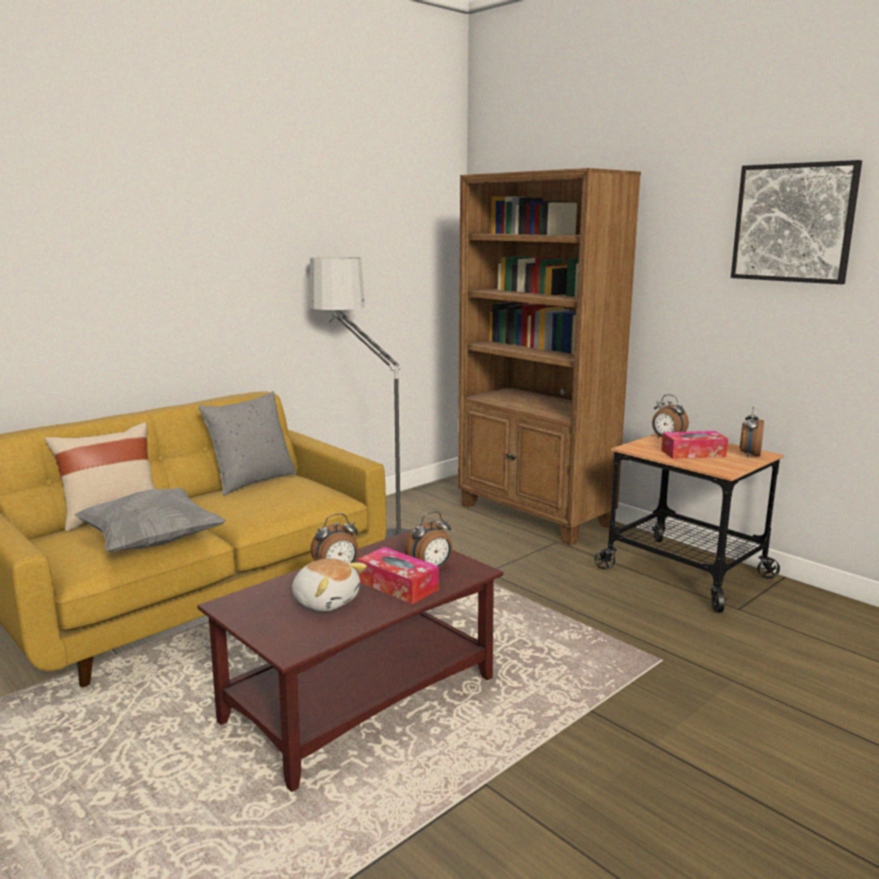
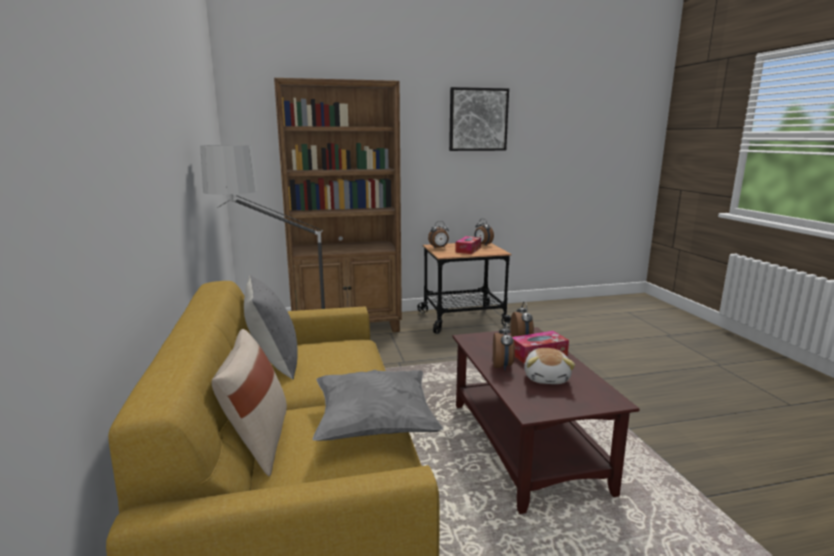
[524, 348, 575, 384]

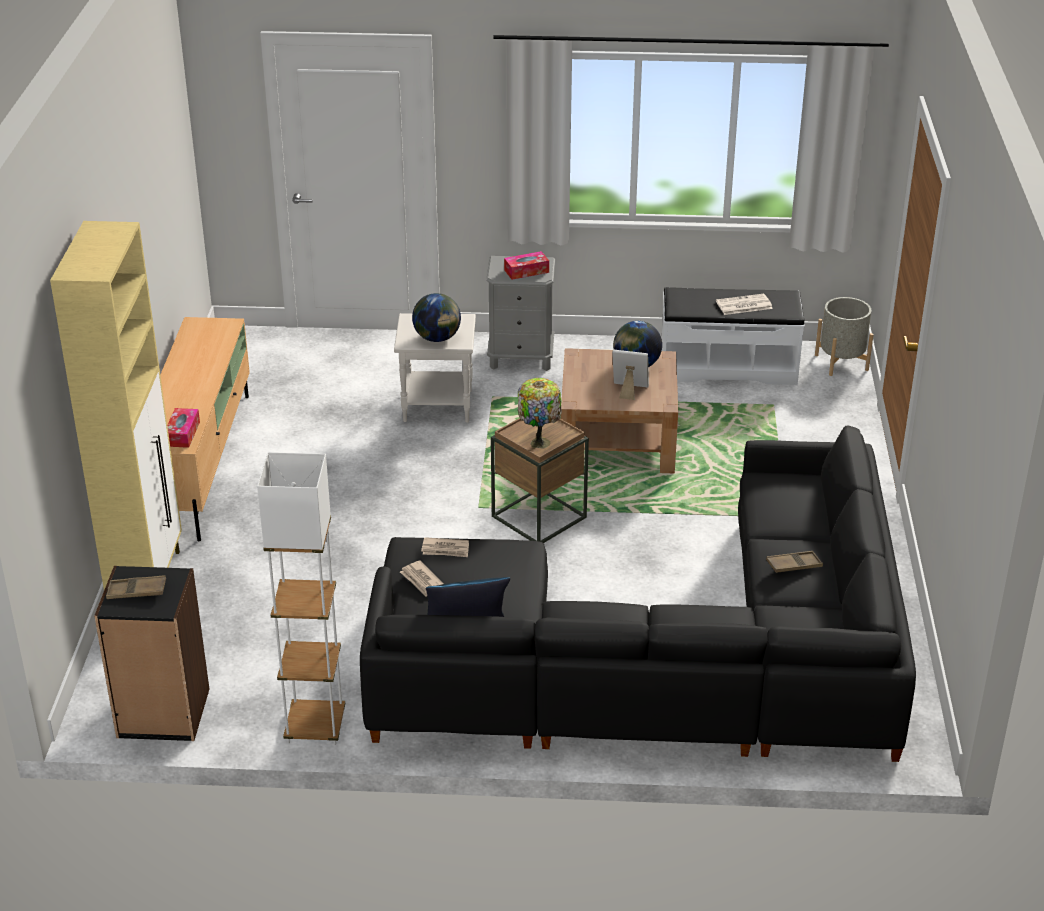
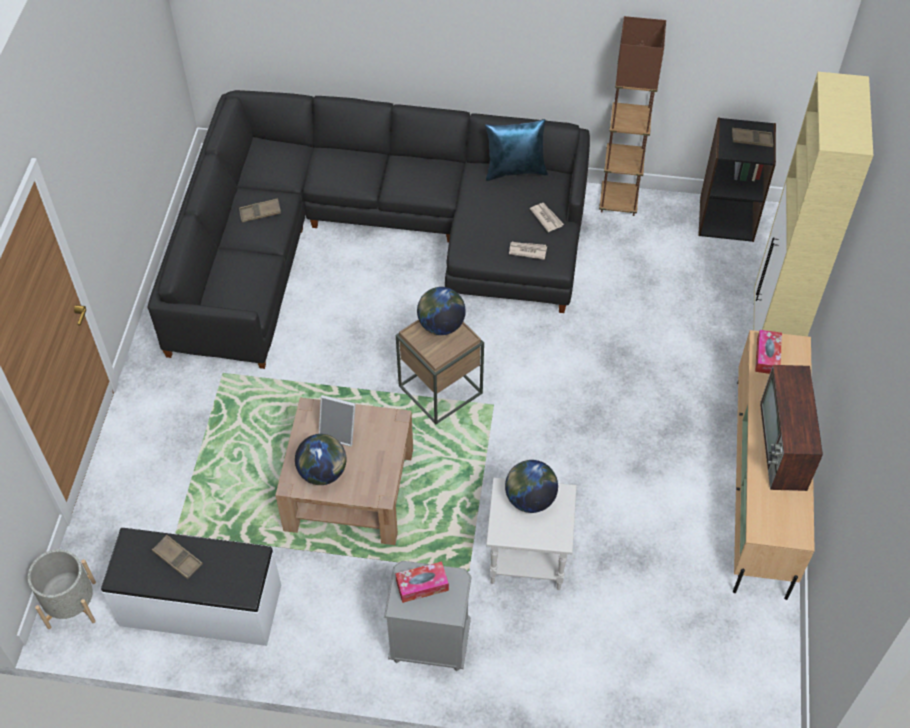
[152, 535, 203, 579]
[417, 287, 466, 335]
[599, 16, 666, 216]
[760, 365, 823, 491]

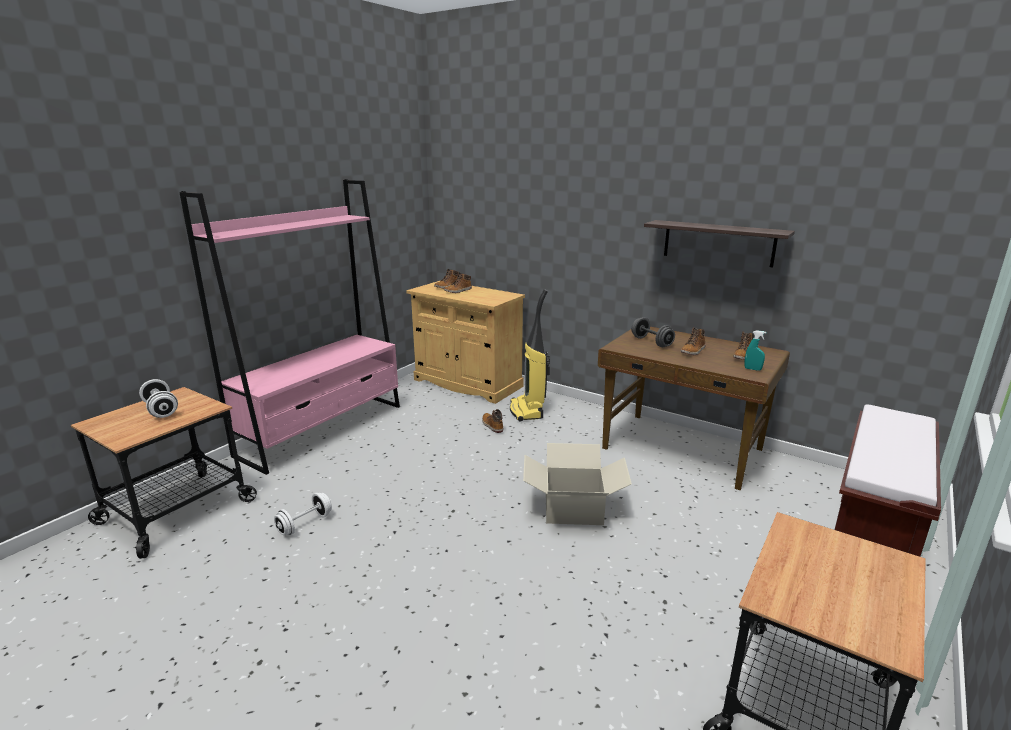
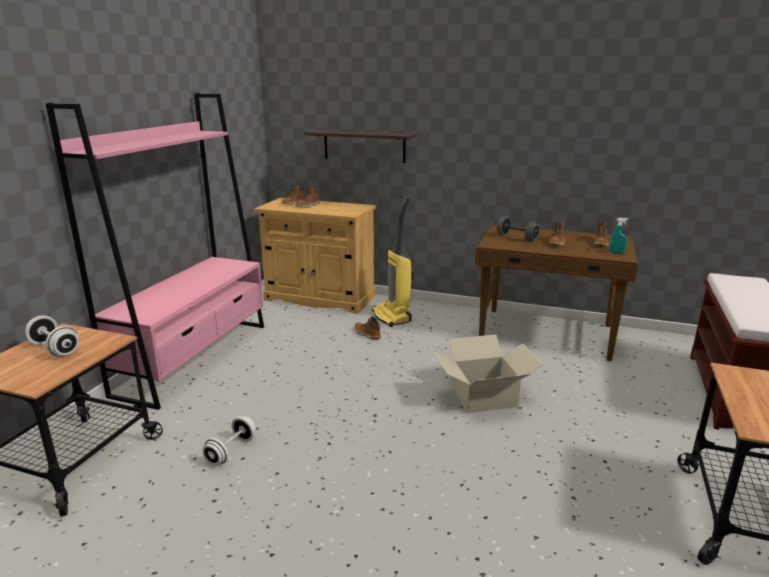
[304, 130, 416, 163]

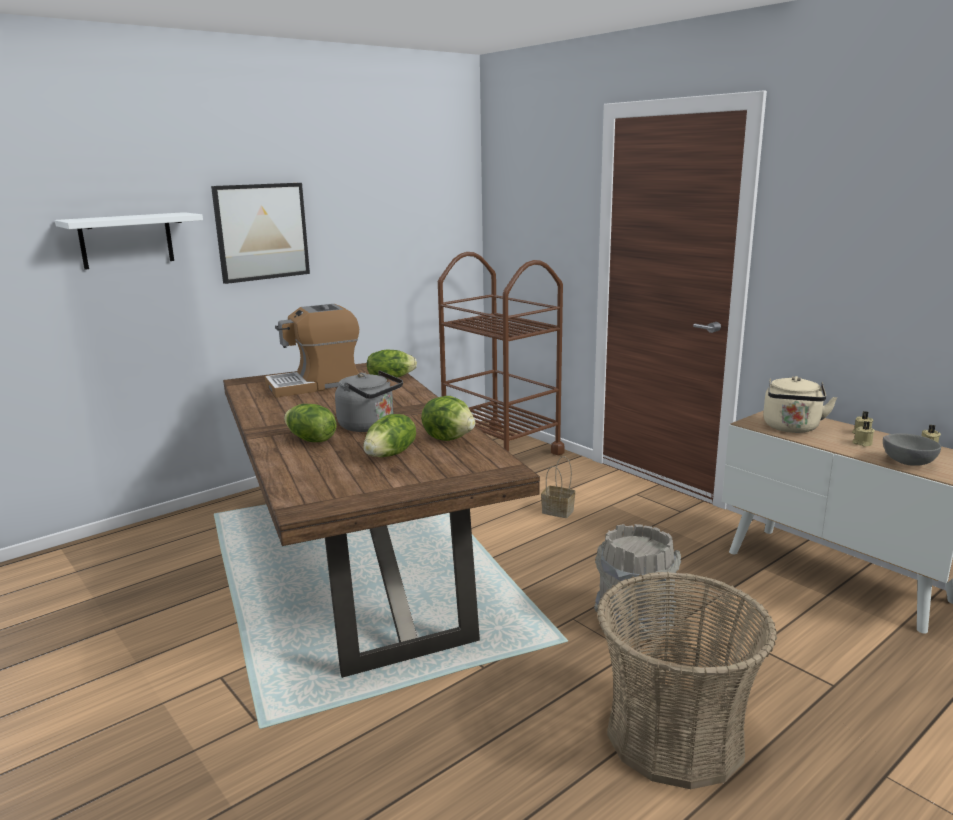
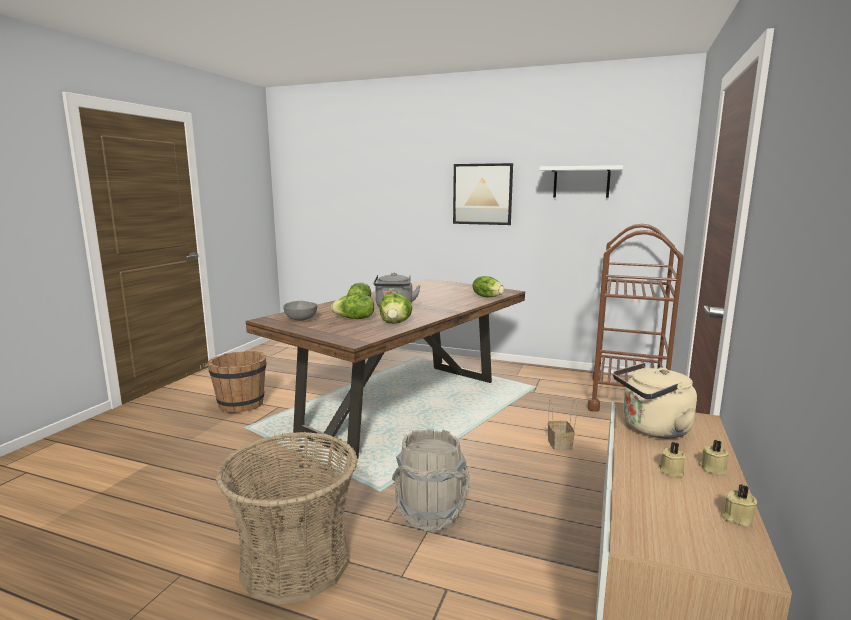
[207, 351, 266, 413]
[283, 301, 317, 321]
[539, 165, 623, 198]
[265, 304, 359, 398] (first image)

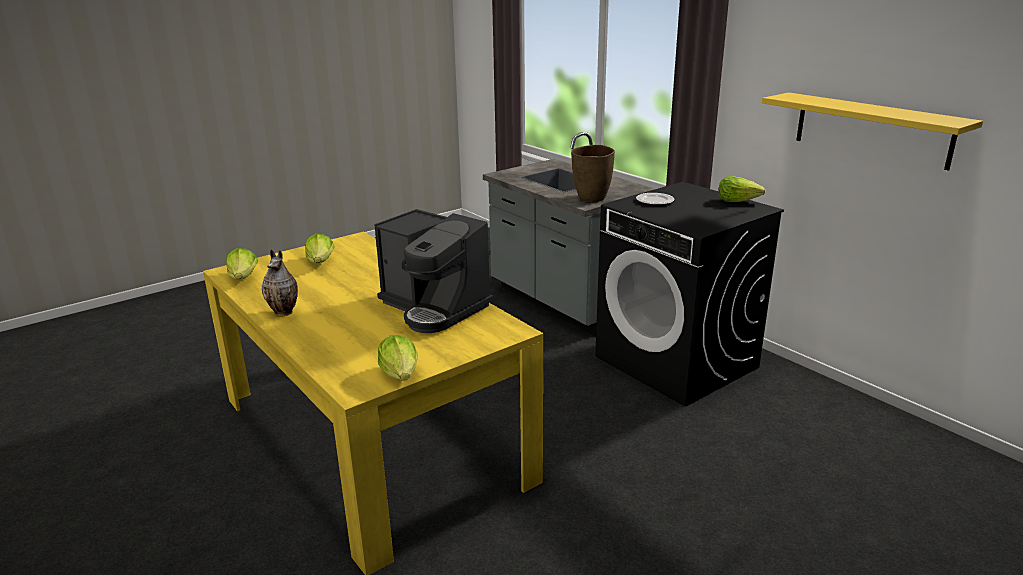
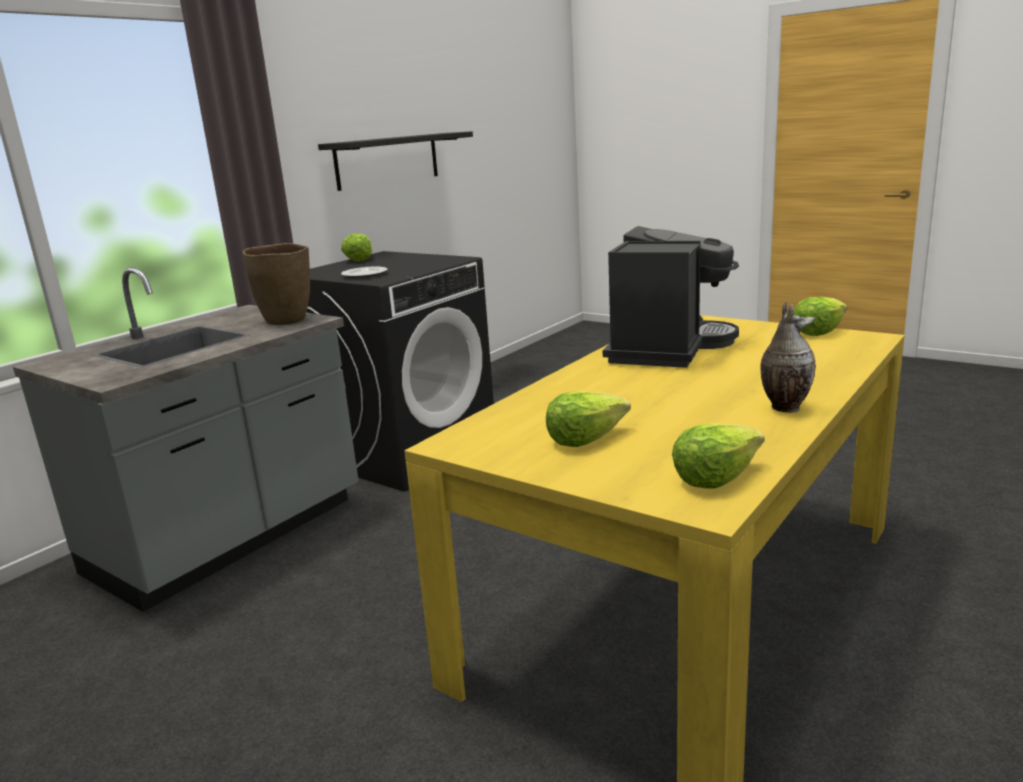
[318, 131, 473, 191]

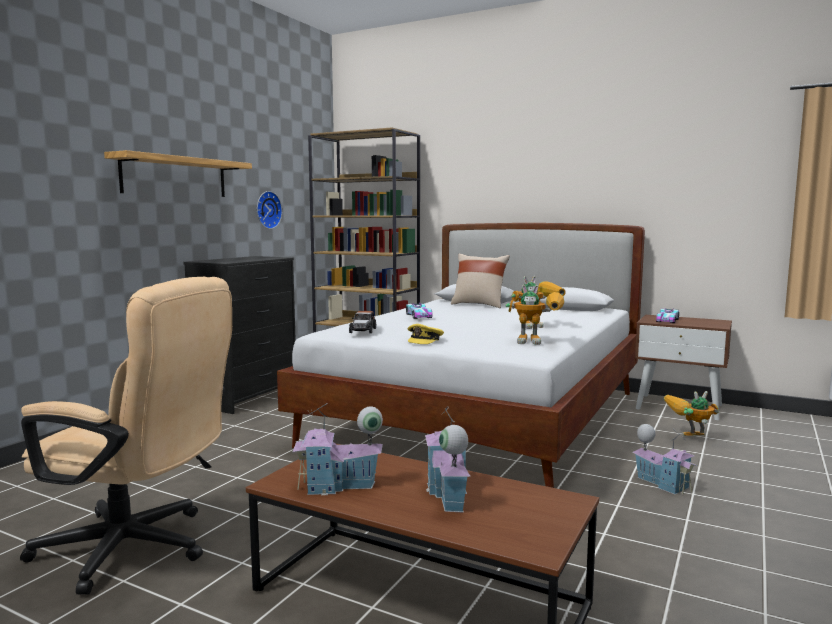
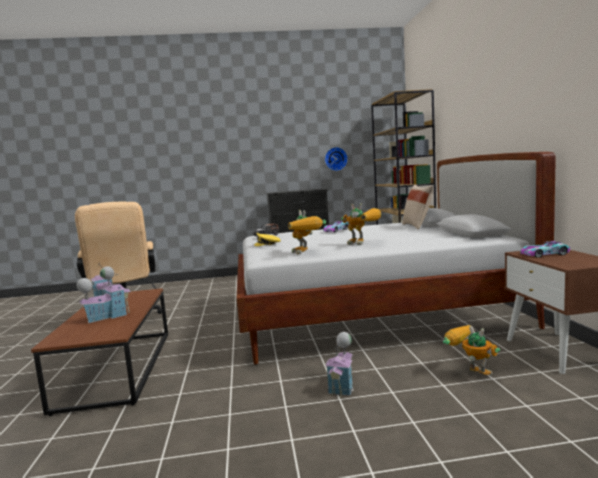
[104, 150, 252, 197] (first image)

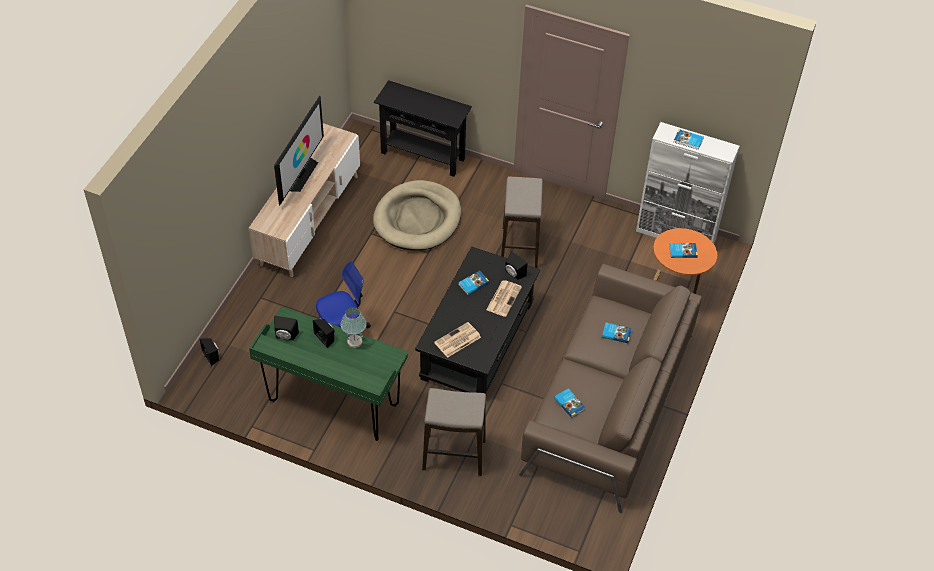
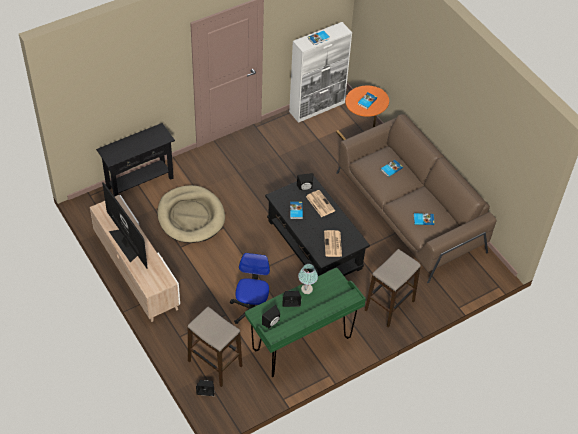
[188, 307, 242, 387]

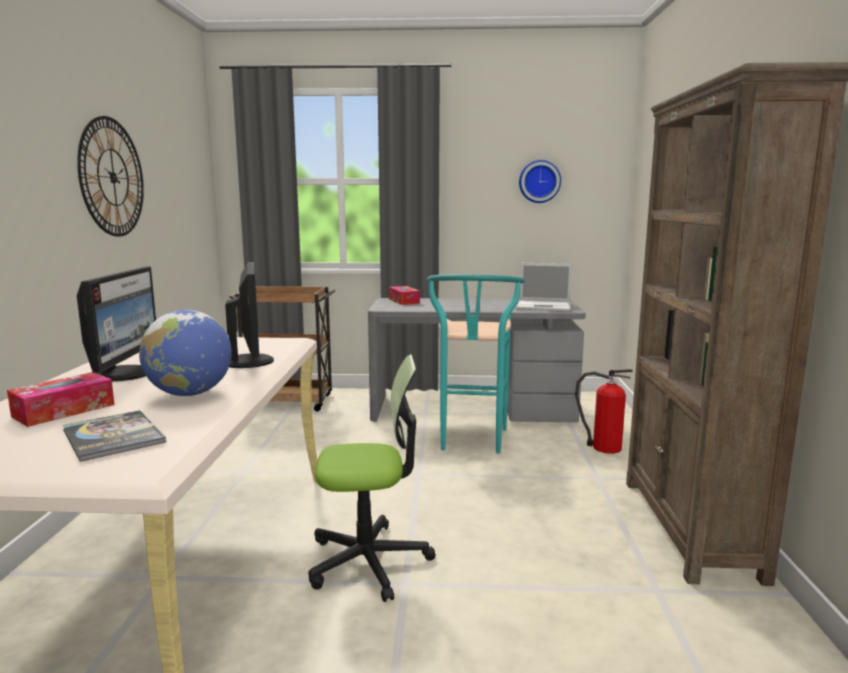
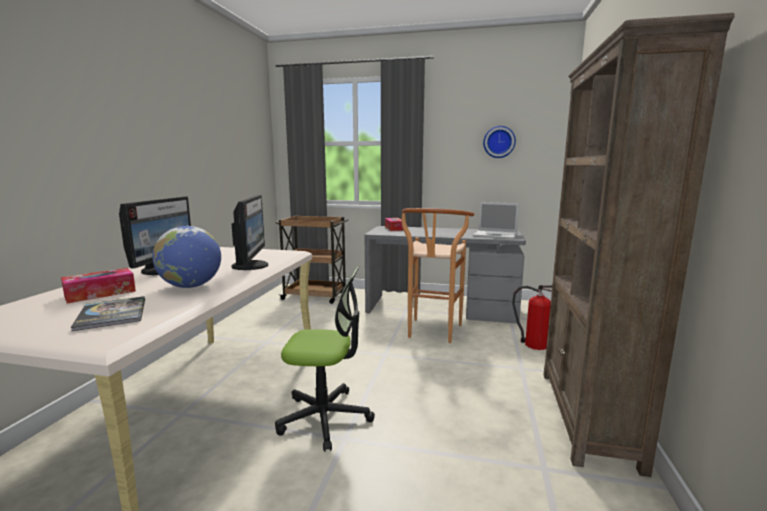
[402, 208, 474, 343]
[77, 116, 144, 237] (first image)

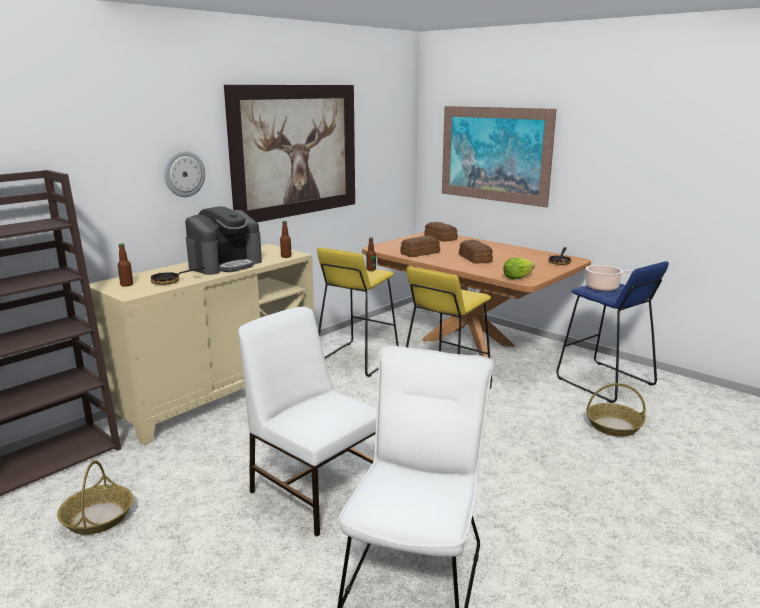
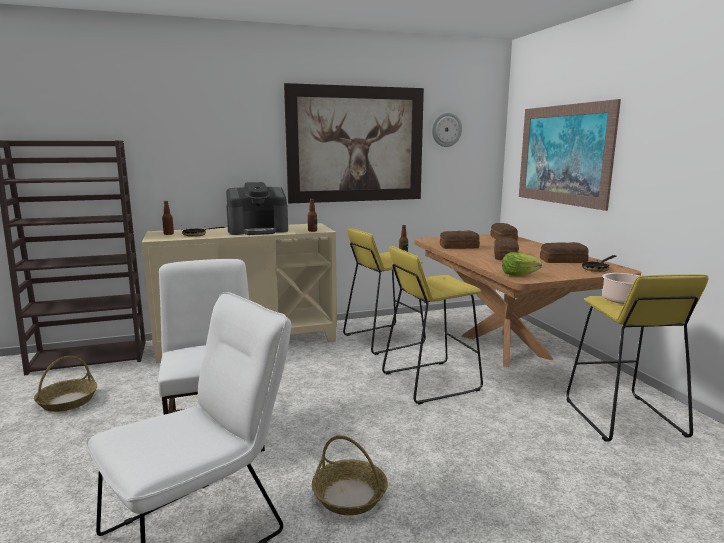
[312, 435, 388, 515]
[432, 112, 462, 147]
[540, 242, 589, 263]
[566, 274, 708, 442]

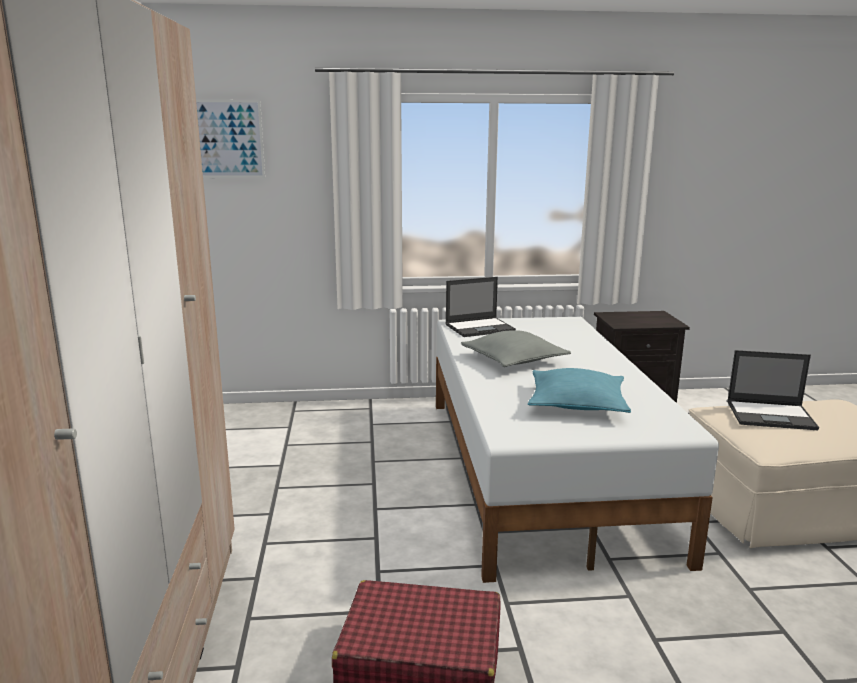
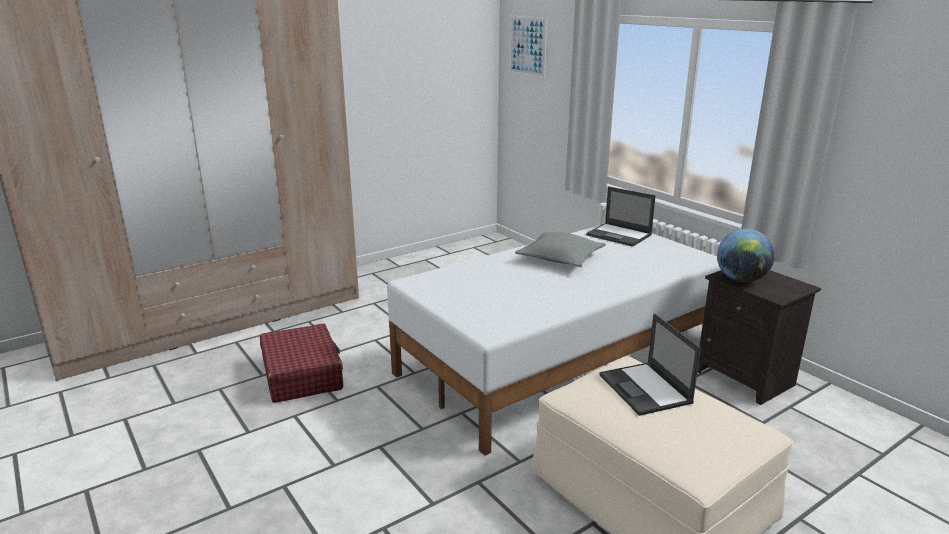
[717, 229, 775, 282]
[528, 368, 631, 413] (first image)

